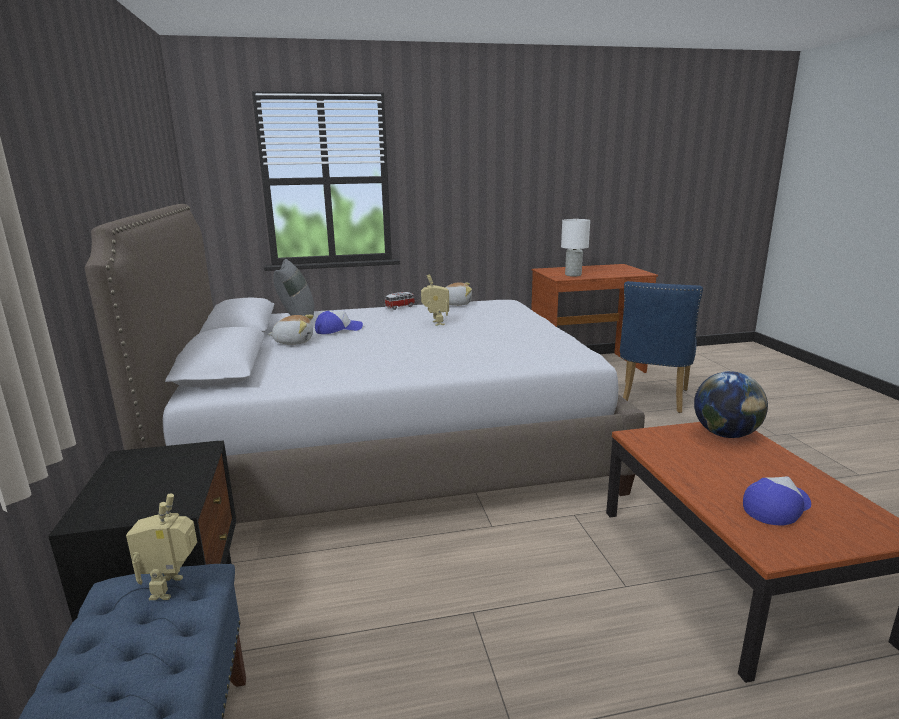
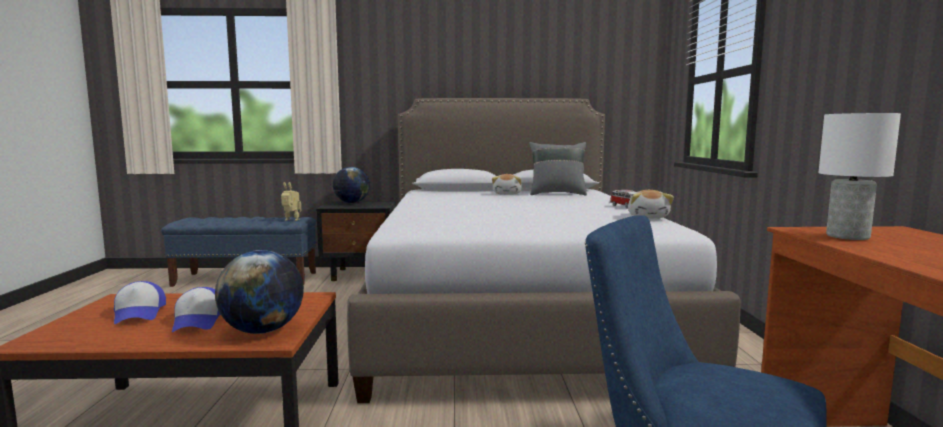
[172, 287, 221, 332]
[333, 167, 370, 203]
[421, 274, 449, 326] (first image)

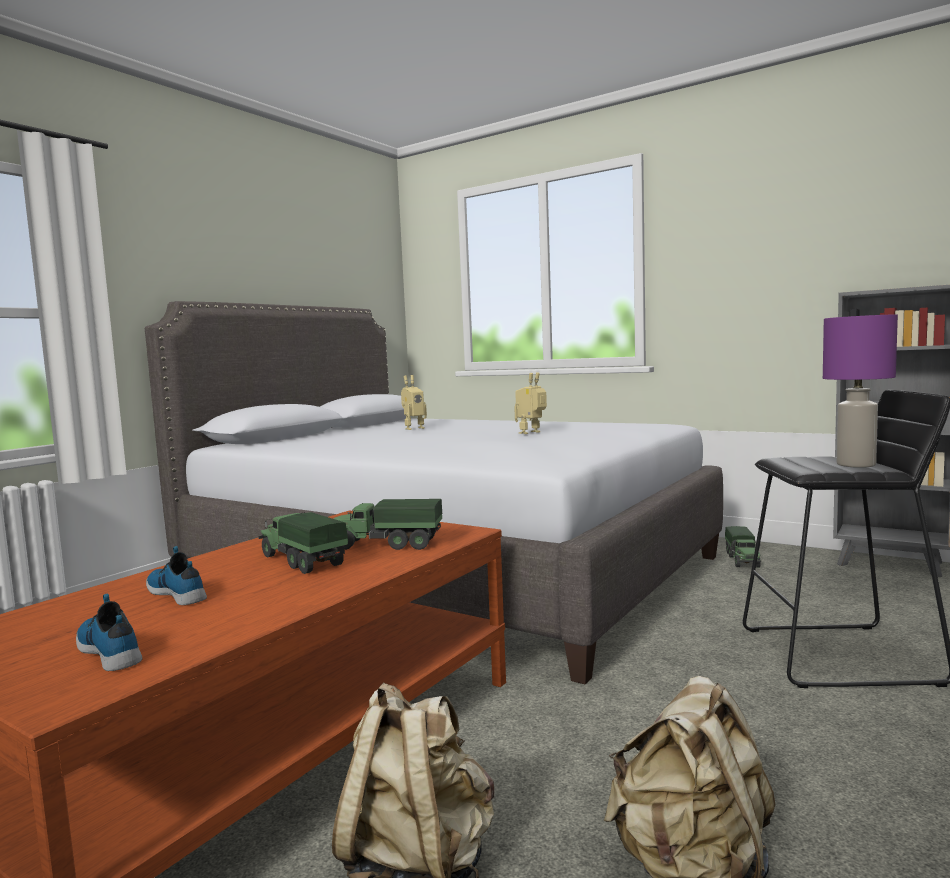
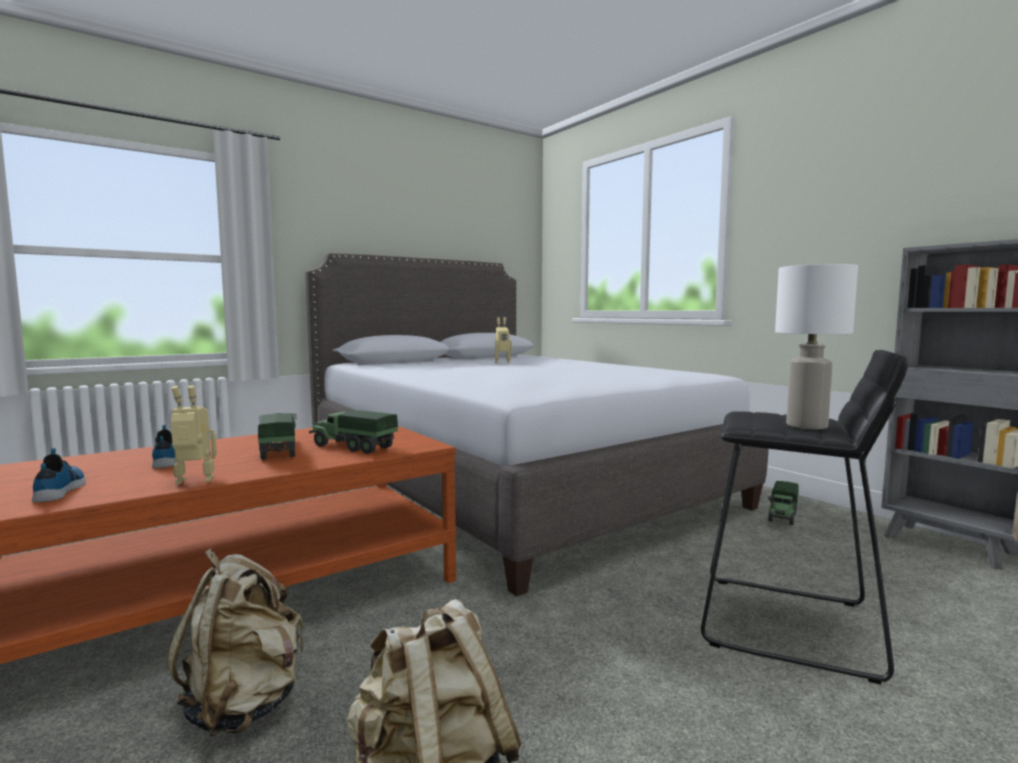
[171, 385, 217, 484]
[775, 264, 858, 429]

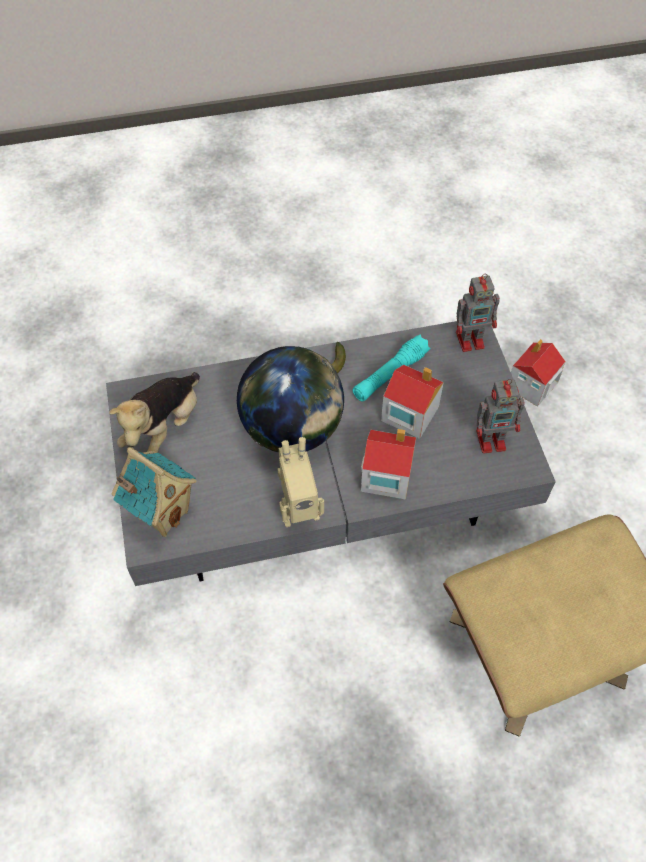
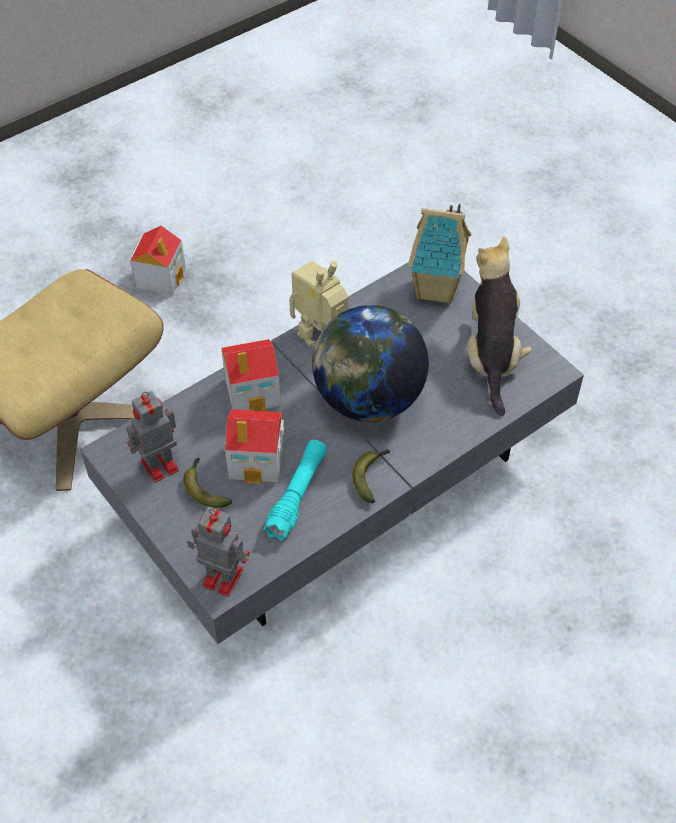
[130, 226, 186, 295]
[183, 458, 233, 508]
[187, 507, 249, 597]

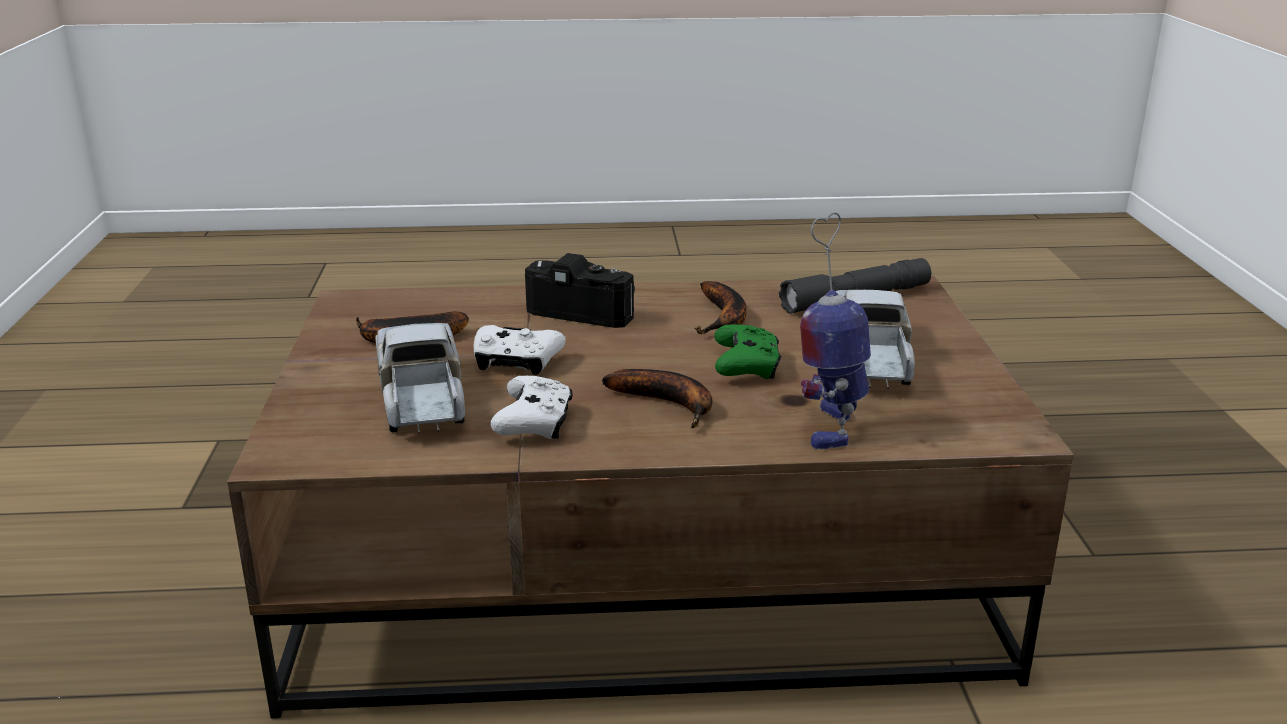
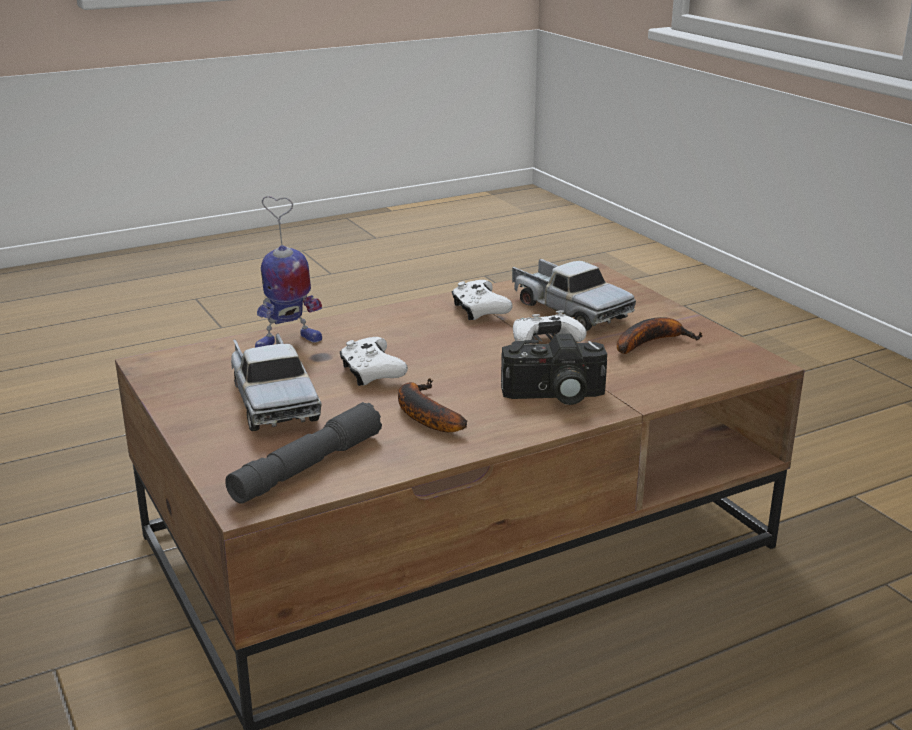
[255, 196, 322, 347]
[340, 337, 408, 386]
[602, 369, 712, 428] (first image)

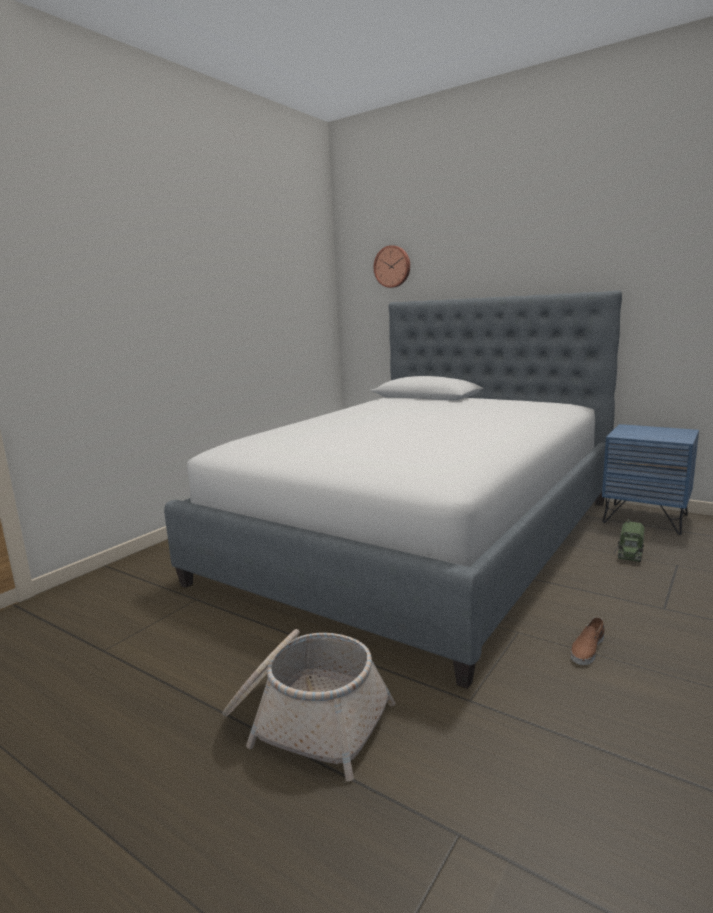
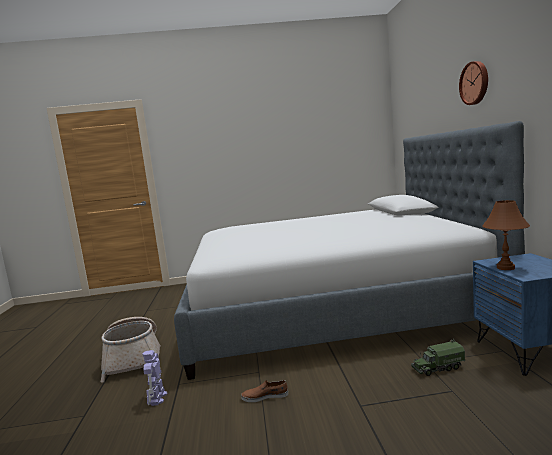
[143, 350, 167, 406]
[459, 61, 488, 105]
[482, 200, 530, 270]

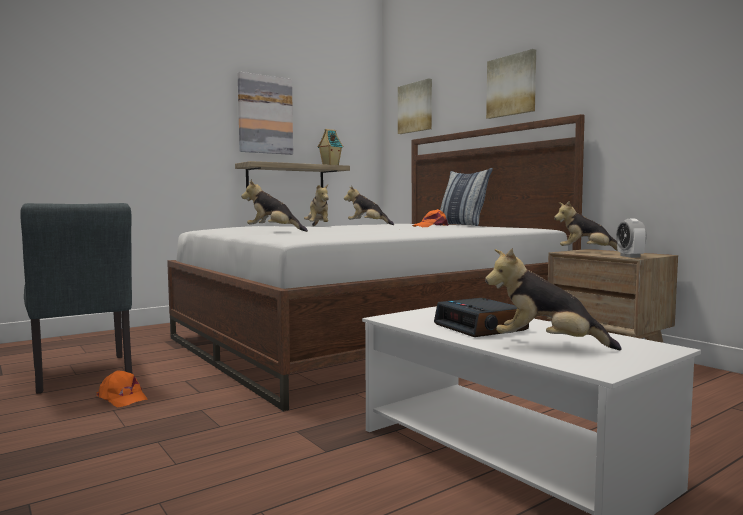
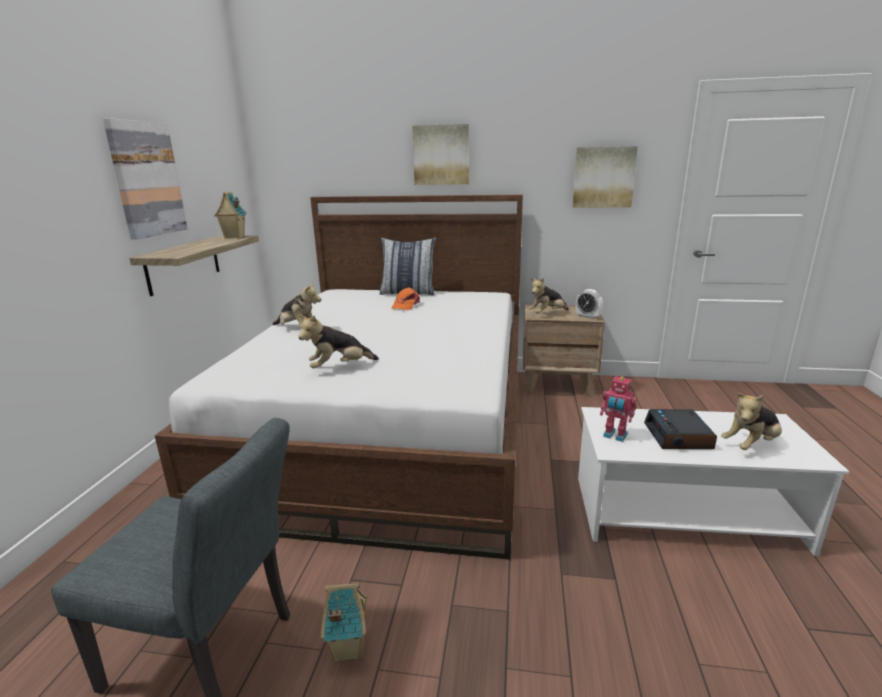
[321, 583, 368, 662]
[573, 146, 638, 208]
[600, 376, 637, 442]
[644, 409, 717, 449]
[344, 186, 394, 225] (first image)

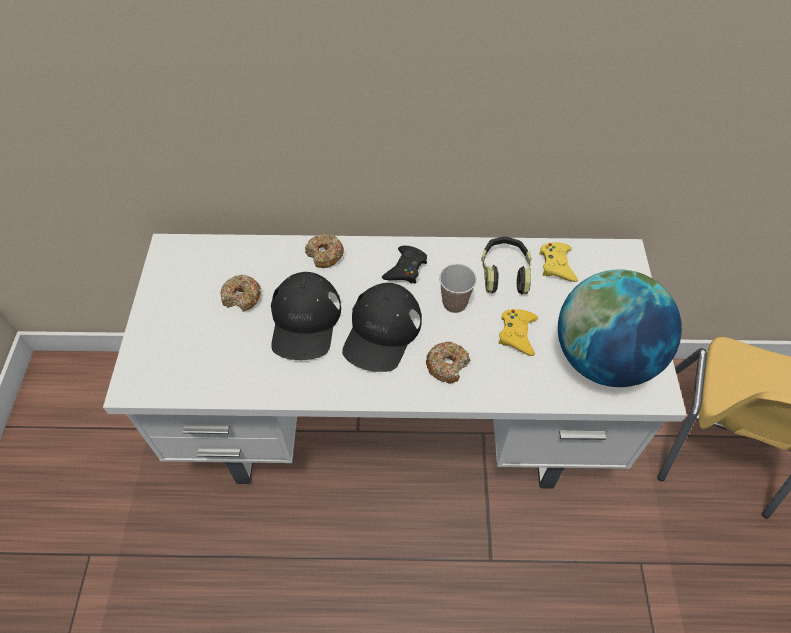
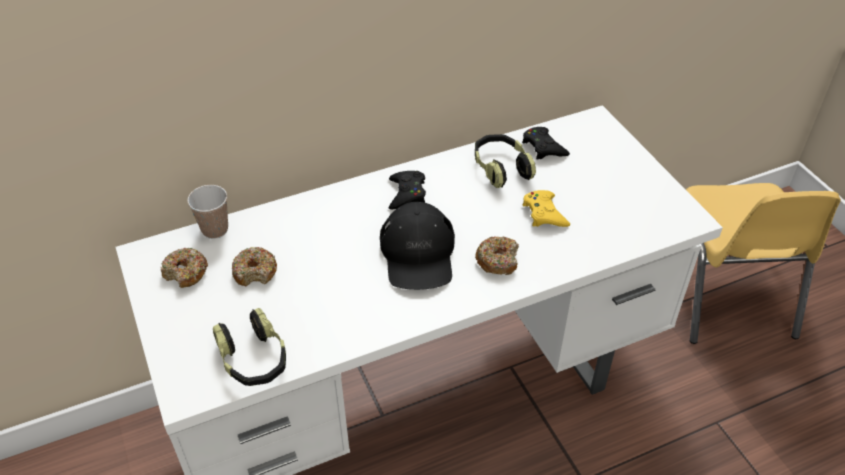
[160, 248, 208, 288]
[187, 185, 228, 239]
[213, 308, 286, 386]
[522, 127, 570, 160]
[271, 272, 341, 360] (first image)
[558, 269, 682, 387] (first image)

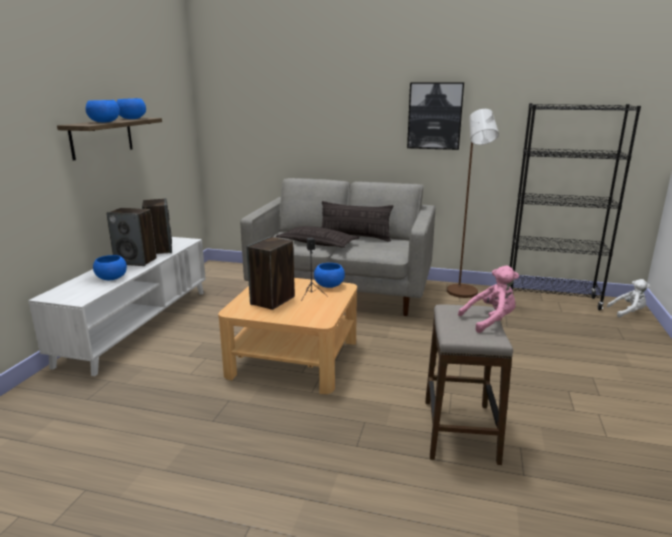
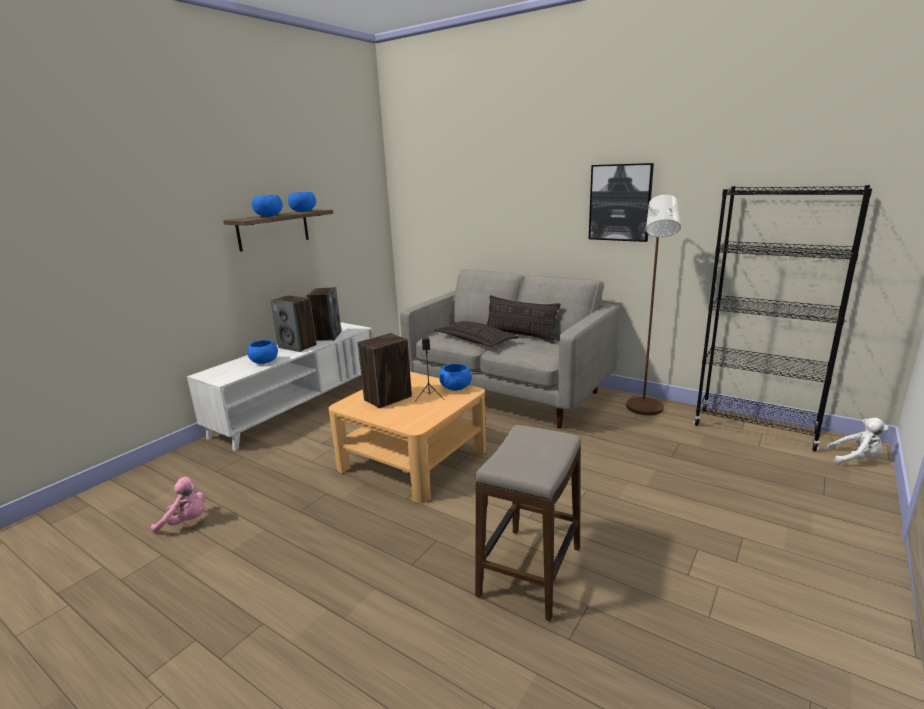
[151, 477, 205, 534]

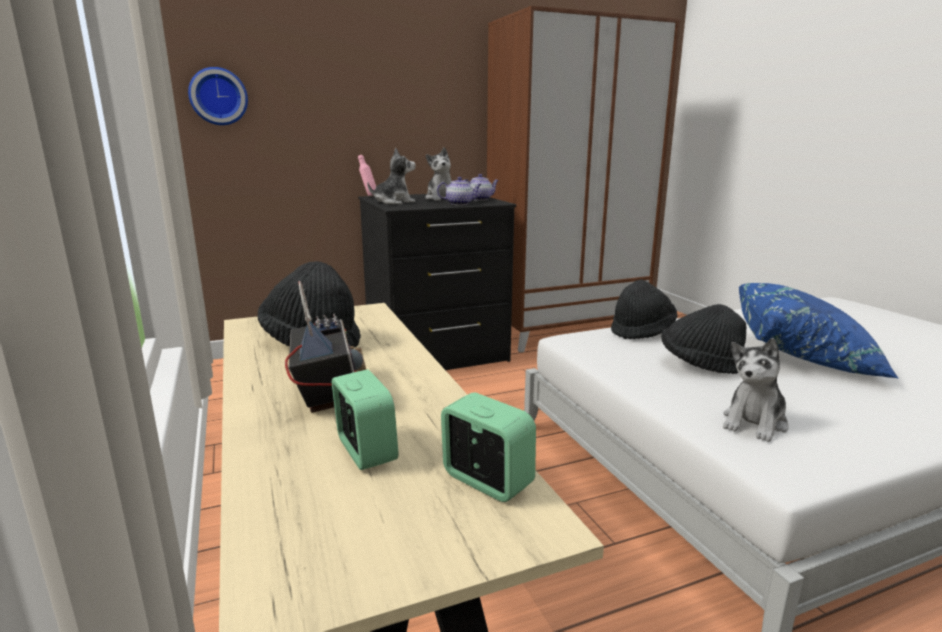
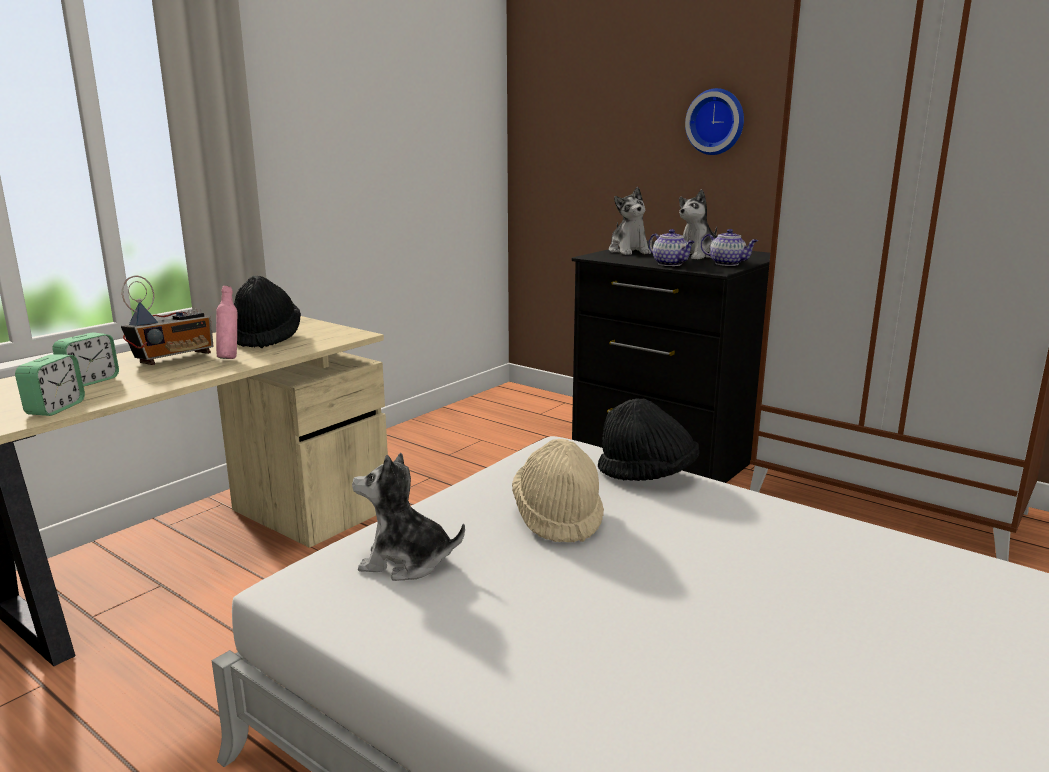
[216, 286, 237, 359]
[512, 439, 604, 542]
[609, 187, 651, 255]
[685, 88, 744, 155]
[739, 283, 899, 379] (first image)

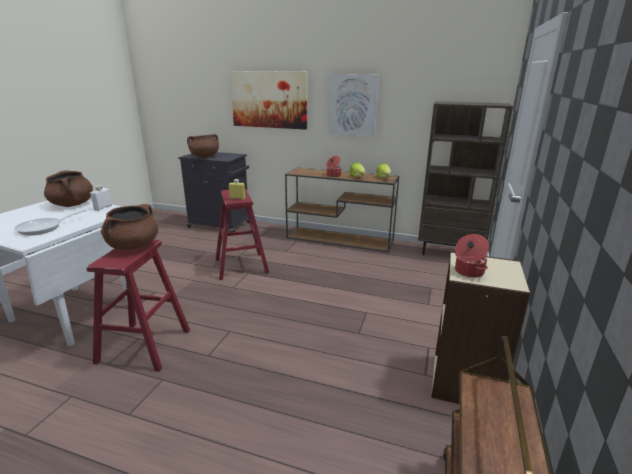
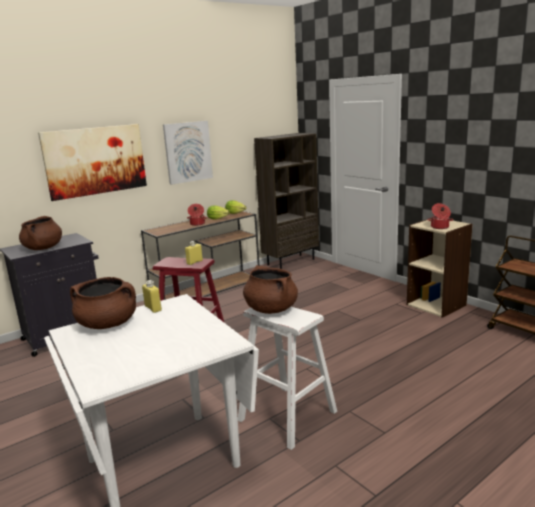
[142, 280, 162, 313]
[238, 307, 337, 450]
[14, 210, 87, 235] (first image)

